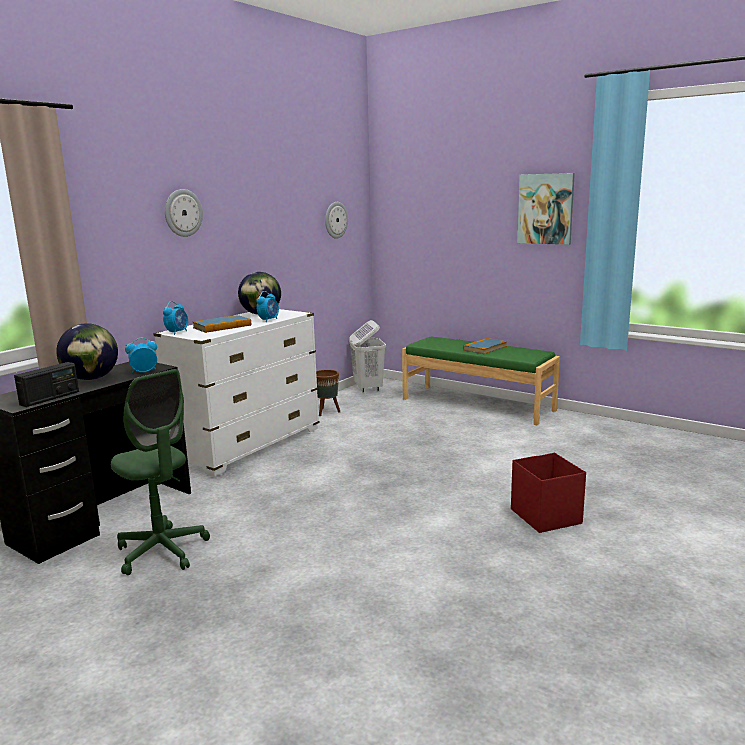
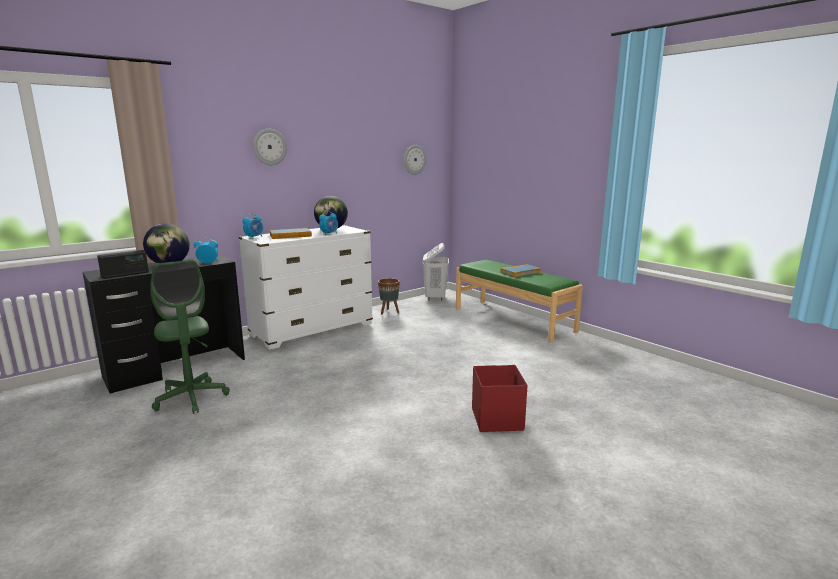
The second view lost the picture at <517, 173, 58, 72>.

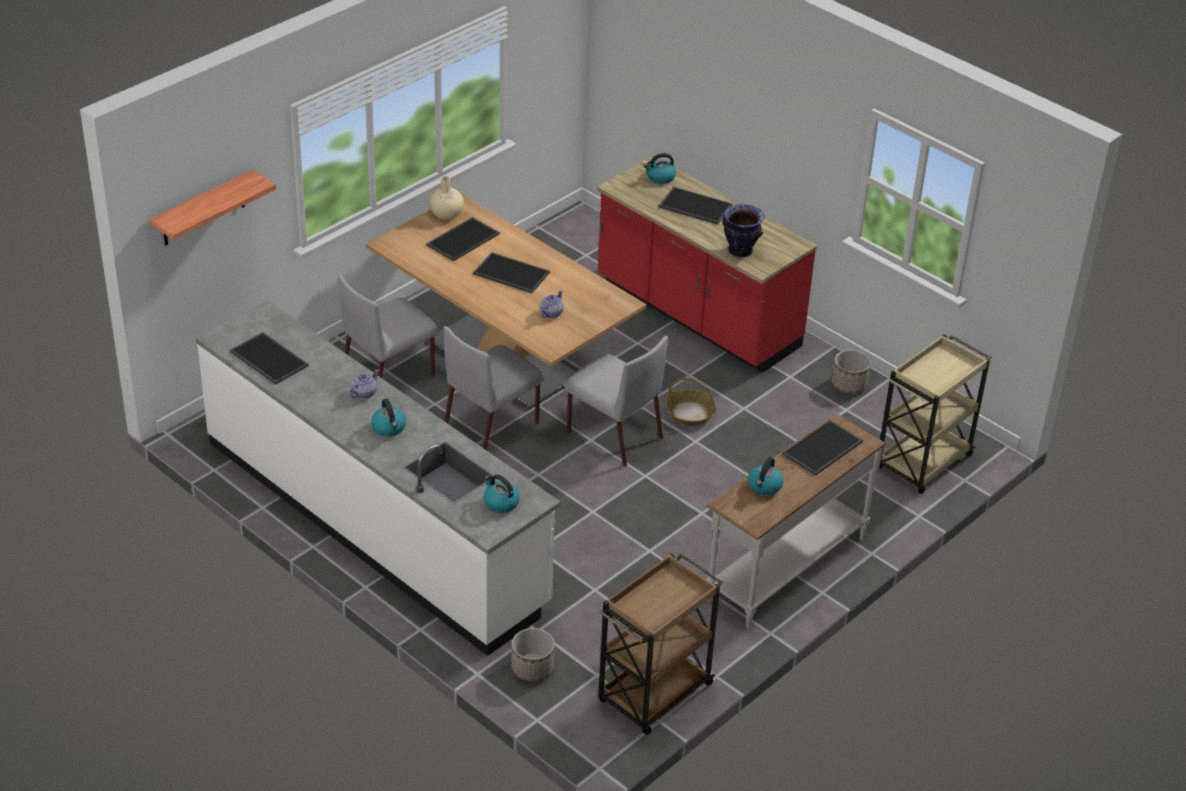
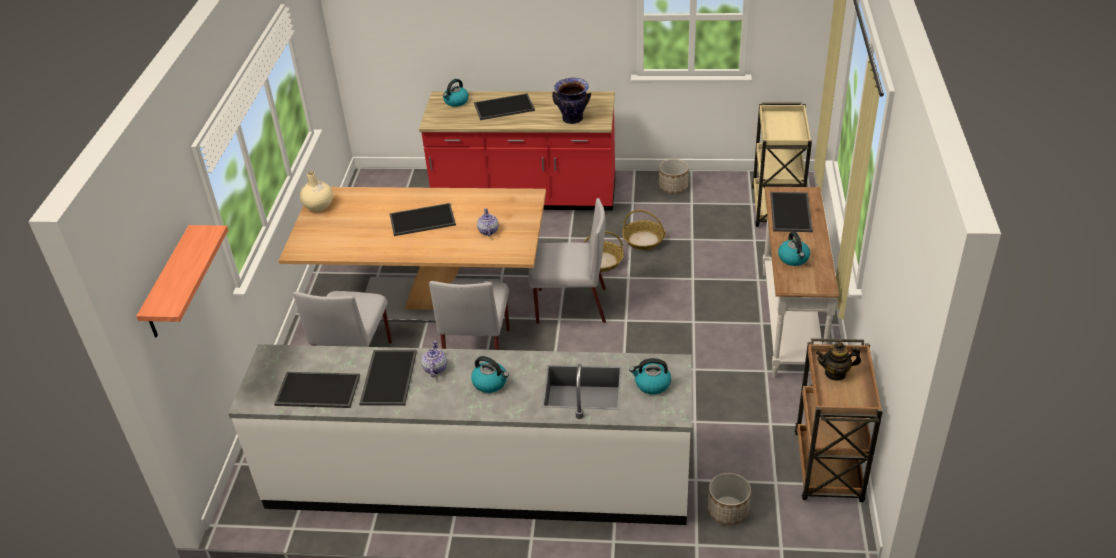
The tray ended up elsewhere, having gone from <426, 217, 74, 44> to <359, 350, 58, 56>. The second view gained the basket at <622, 210, 43, 40>. The second view gained the teapot at <816, 342, 45, 39>.

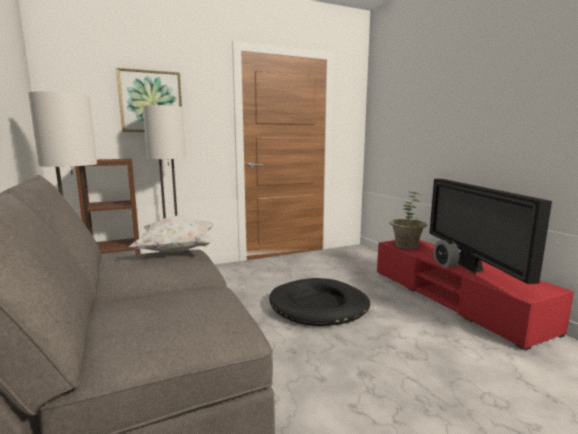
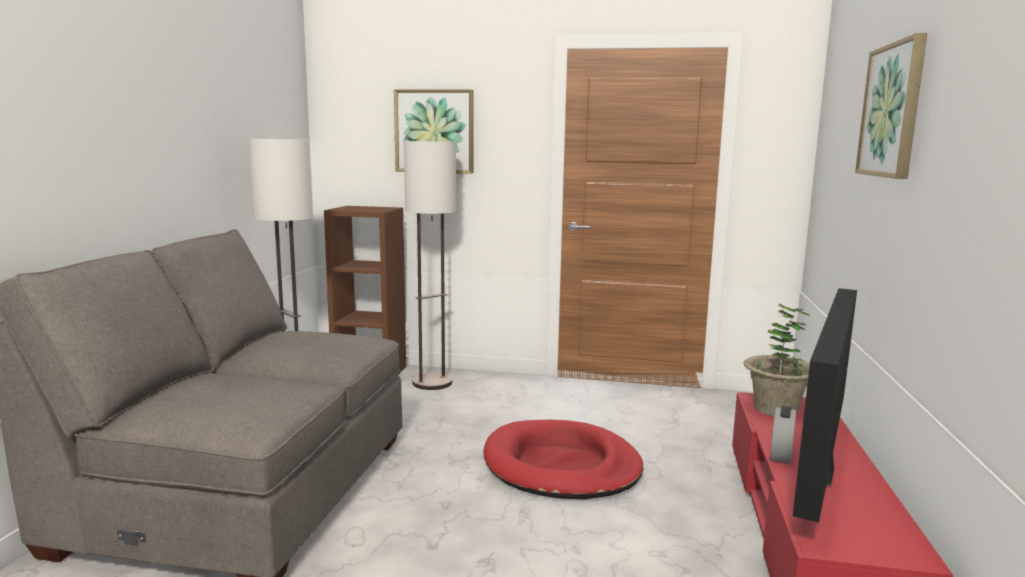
What was the black dog bed at <269, 278, 101, 48> turned into the red dog bed at <483, 419, 160, 80>. The second view gained the picture at <855, 33, 72, 146>. The second view lost the white pillow at <128, 216, 86, 36>.

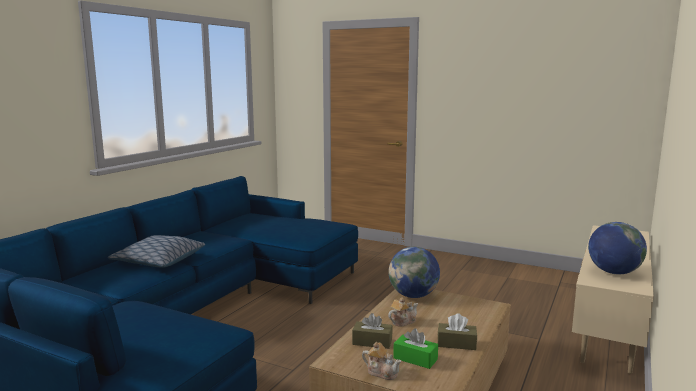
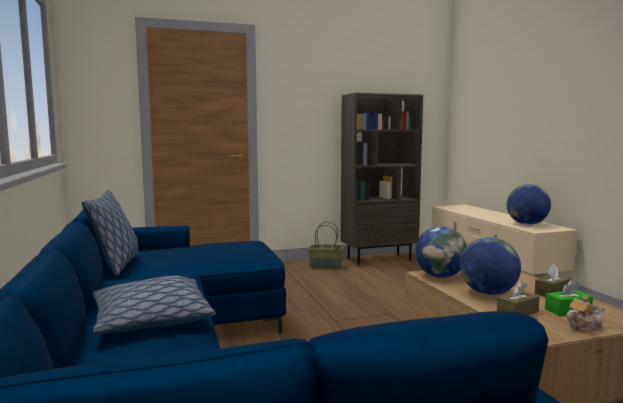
The second view gained the pillow at <82, 190, 57, 86>. The second view gained the basket at <308, 221, 35, 48>. The second view gained the brown bookcase at <341, 93, 82, 172>. Where the teapot stood at <388, 297, 30, 30>, the globe came to stand at <460, 237, 61, 58>.

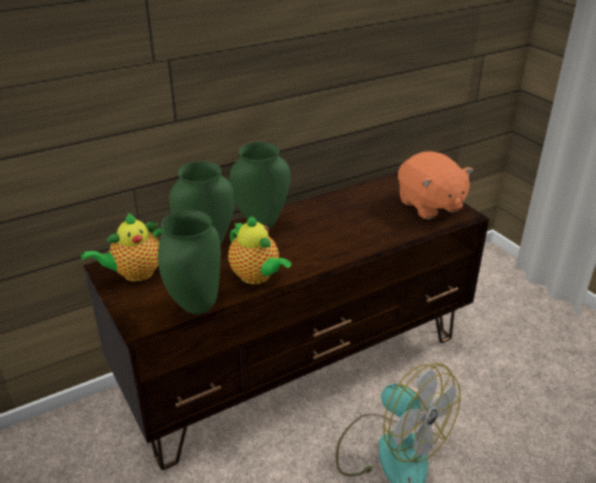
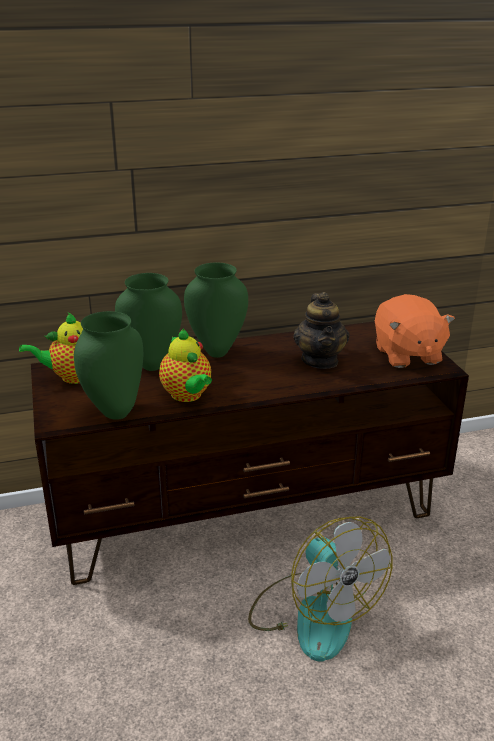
The second view gained the teapot at <293, 292, 56, 77>.

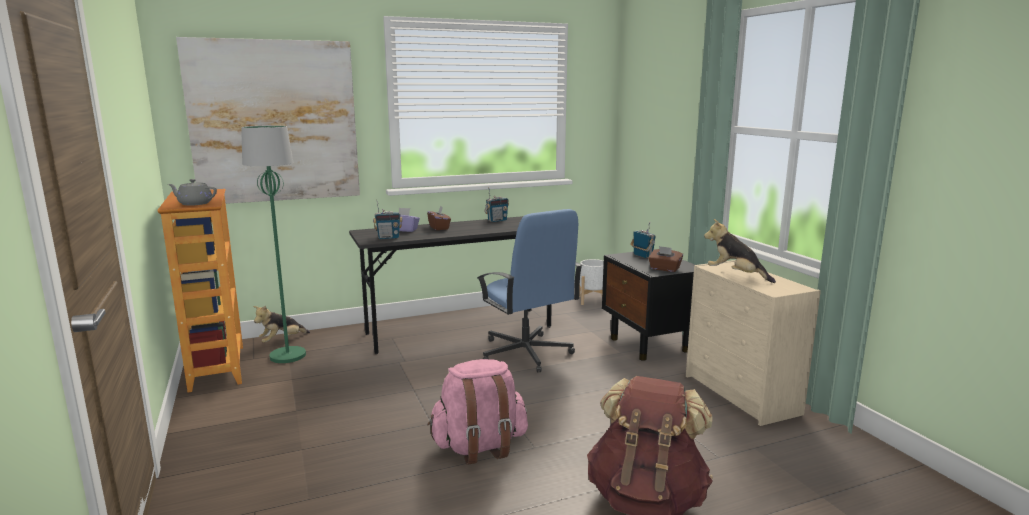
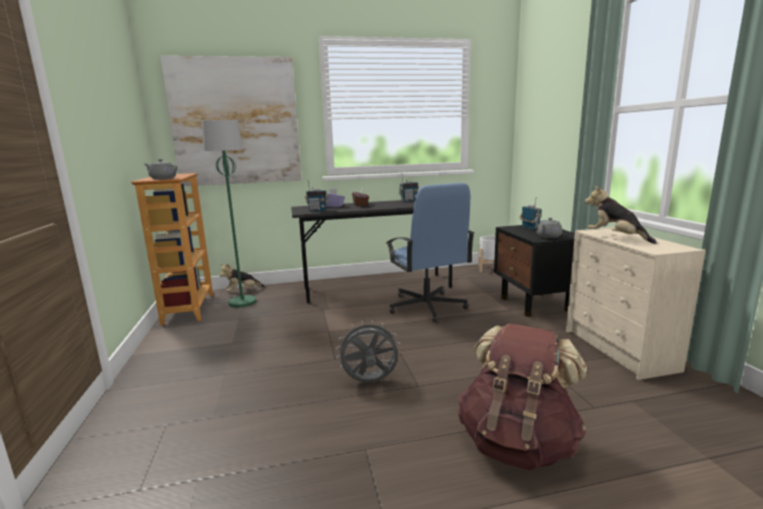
Where the pink backpack stood at <428, 359, 100, 106>, the grey fan came to stand at <336, 320, 64, 62>. Where the brown tissue box stood at <648, 246, 35, 26>, the grey teapot came to stand at <536, 218, 27, 20>.

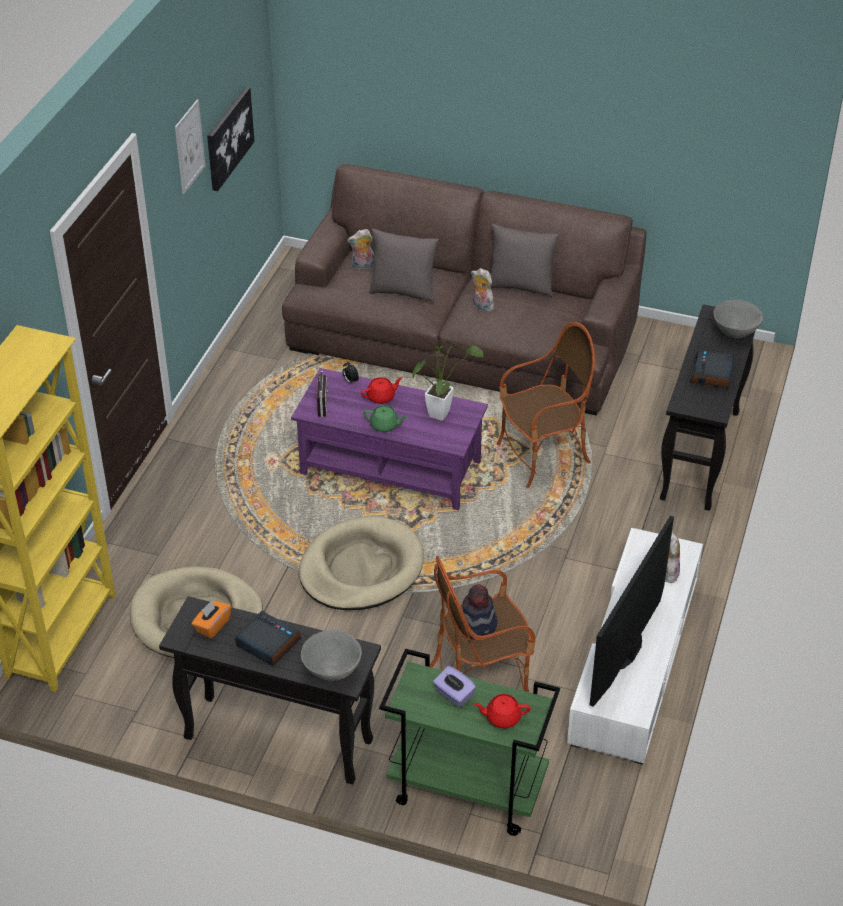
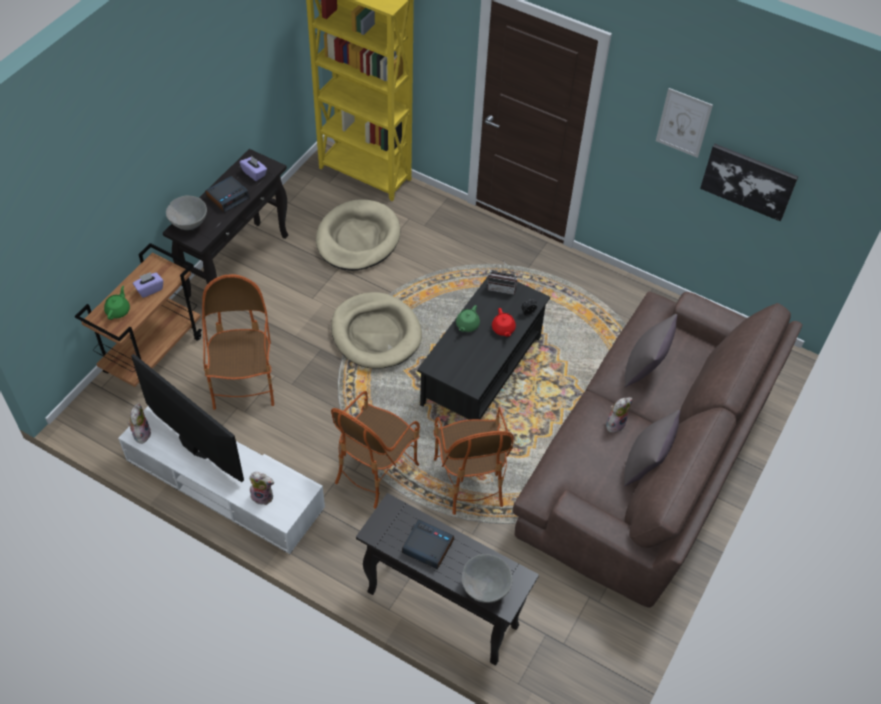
What was the green cart at <379, 649, 181, 187> turned into the brown cart at <75, 243, 127, 144>. What was the red teapot at <474, 694, 57, 34> turned into the green teapot at <104, 286, 26, 34>. The plush toy ended up elsewhere, having gone from <347, 229, 27, 41> to <127, 403, 24, 41>. What was the orange tissue box at <192, 600, 39, 39> turned into the purple tissue box at <240, 155, 27, 26>. The second view gained the armchair at <331, 391, 89, 118>. What was the purple coffee table at <291, 368, 197, 142> turned into the black coffee table at <417, 270, 133, 150>. The second view lost the potted plant at <412, 341, 71, 80>. The second view lost the hat at <458, 584, 40, 56>.

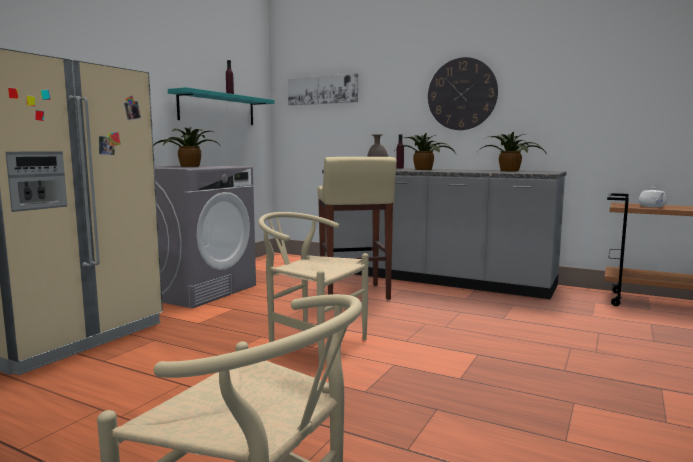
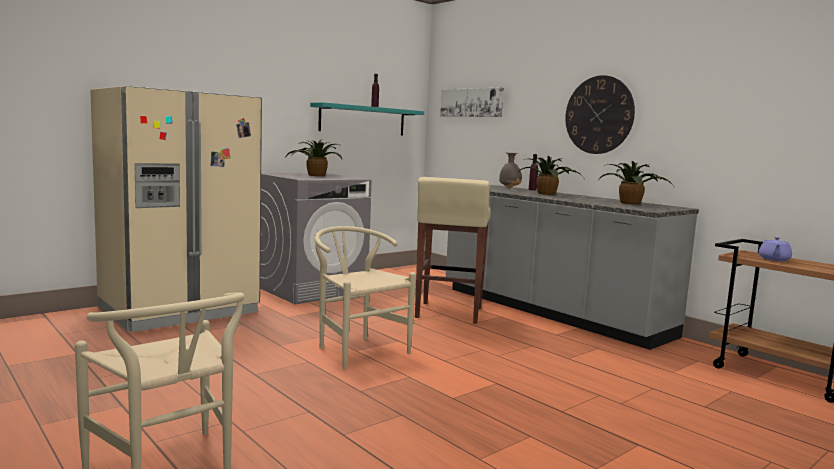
What was the white teapot at <638, 187, 29, 20> turned into the purple teapot at <758, 237, 34, 24>.

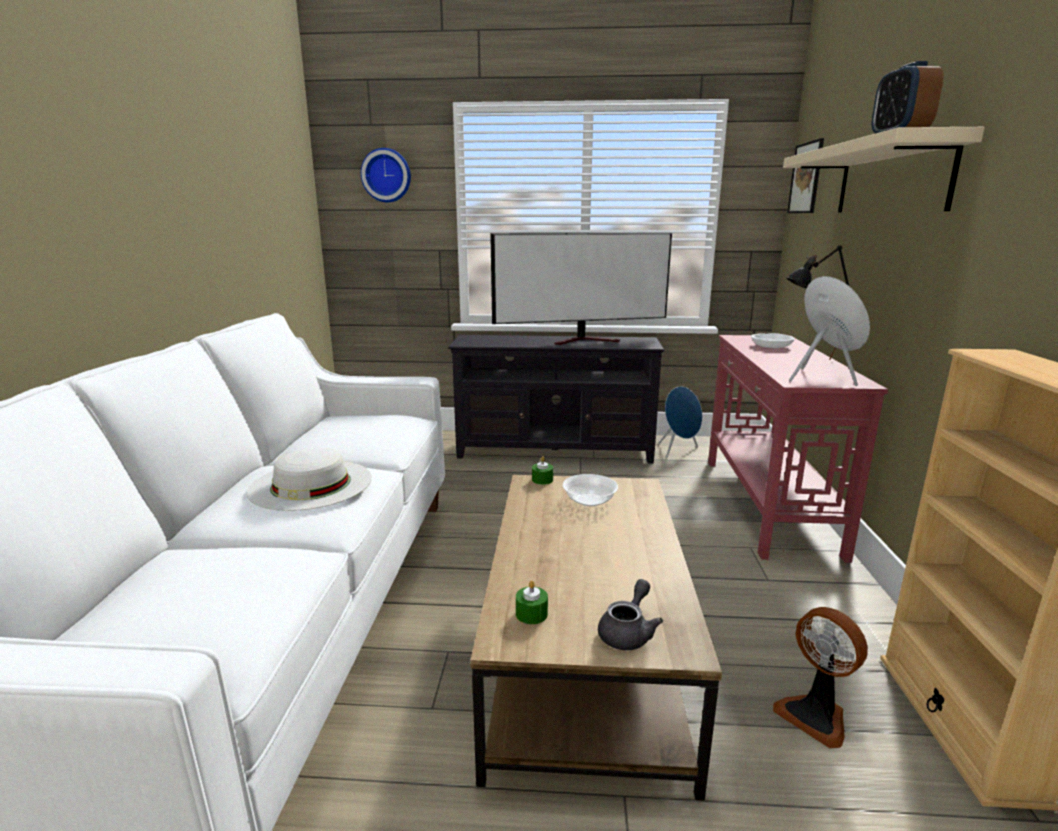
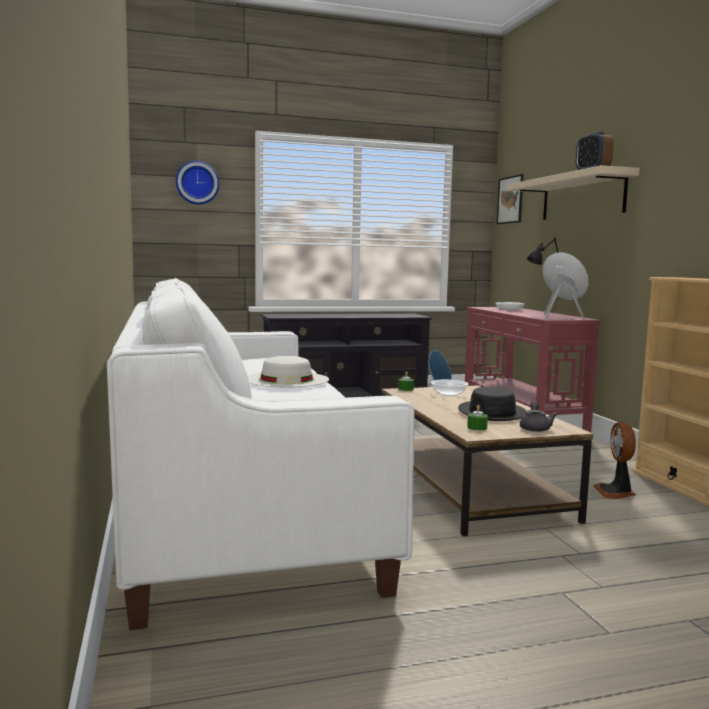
The second view gained the black hat at <458, 387, 68, 34>. The fan at <773, 607, 95, 141> ended up facing another way, 60 degrees clockwise from before. The second view lost the television at <490, 232, 182, 113>.

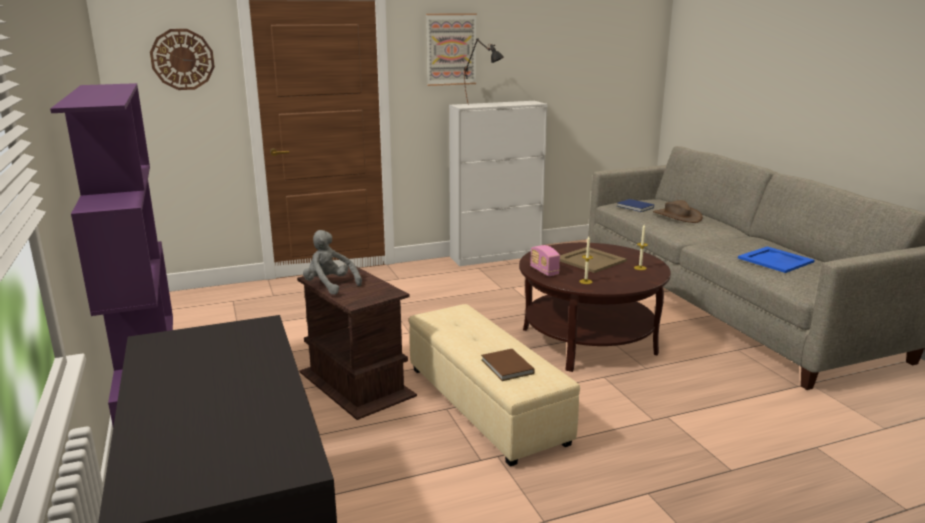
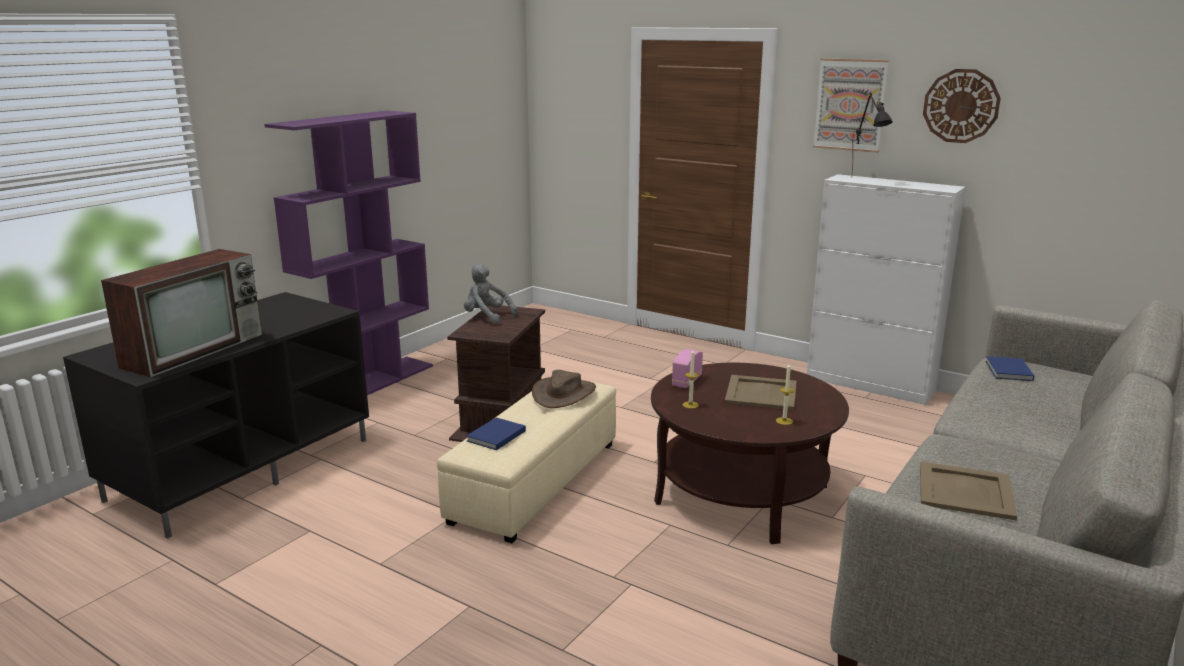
The second view gained the television at <101, 249, 161, 128>. The grey plush toy at <303, 230, 59, 65> ended up facing another way, 60 degrees counterclockwise from before. What was the brown book at <481, 349, 53, 32> turned into the blue book at <466, 417, 60, 33>. The brown hat ended up elsewhere, having gone from <653, 200, 50, 23> to <532, 370, 64, 38>. What was the blue tray at <738, 246, 77, 27> turned into the beige tray at <920, 461, 97, 60>. The wall clock ended up elsewhere, having gone from <150, 29, 65, 61> to <923, 69, 78, 74>.

